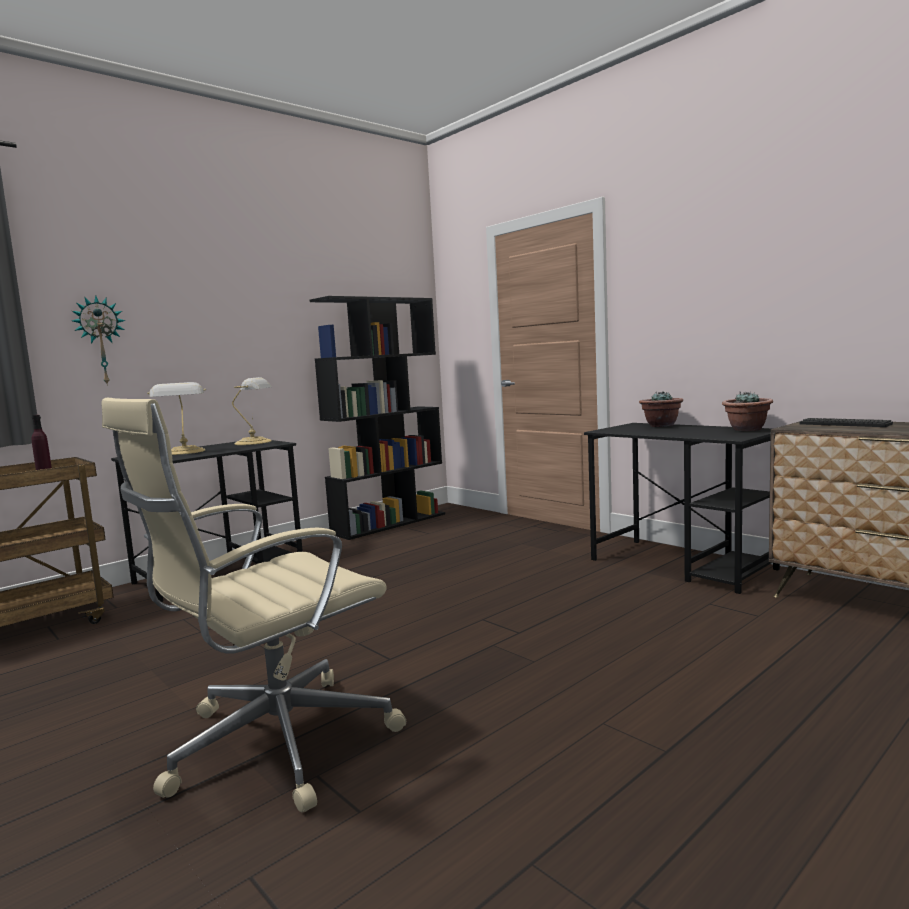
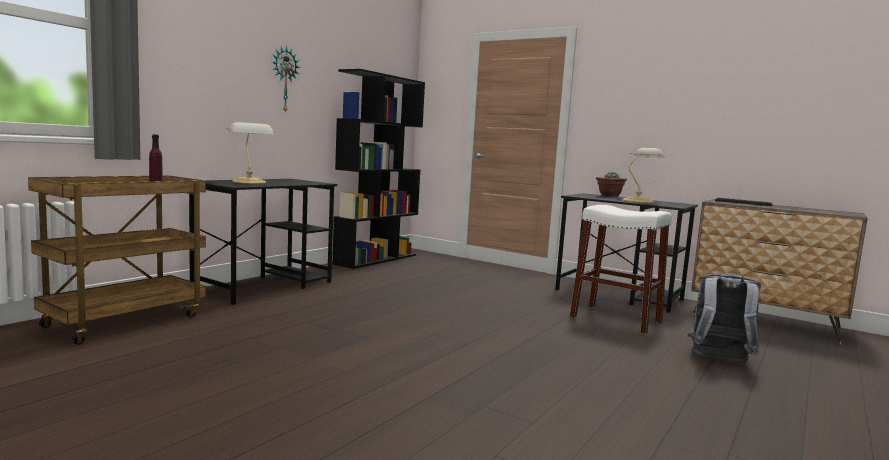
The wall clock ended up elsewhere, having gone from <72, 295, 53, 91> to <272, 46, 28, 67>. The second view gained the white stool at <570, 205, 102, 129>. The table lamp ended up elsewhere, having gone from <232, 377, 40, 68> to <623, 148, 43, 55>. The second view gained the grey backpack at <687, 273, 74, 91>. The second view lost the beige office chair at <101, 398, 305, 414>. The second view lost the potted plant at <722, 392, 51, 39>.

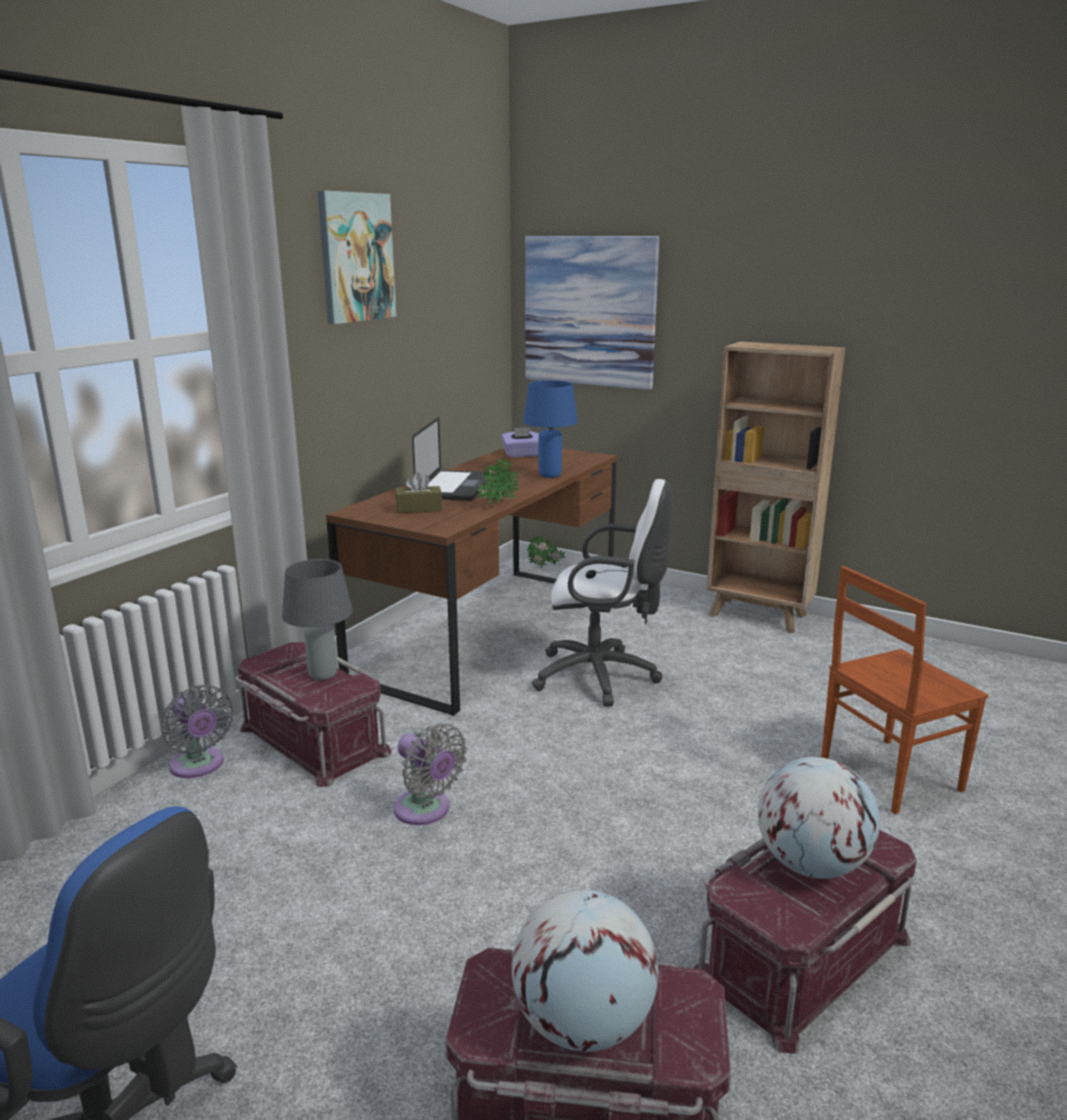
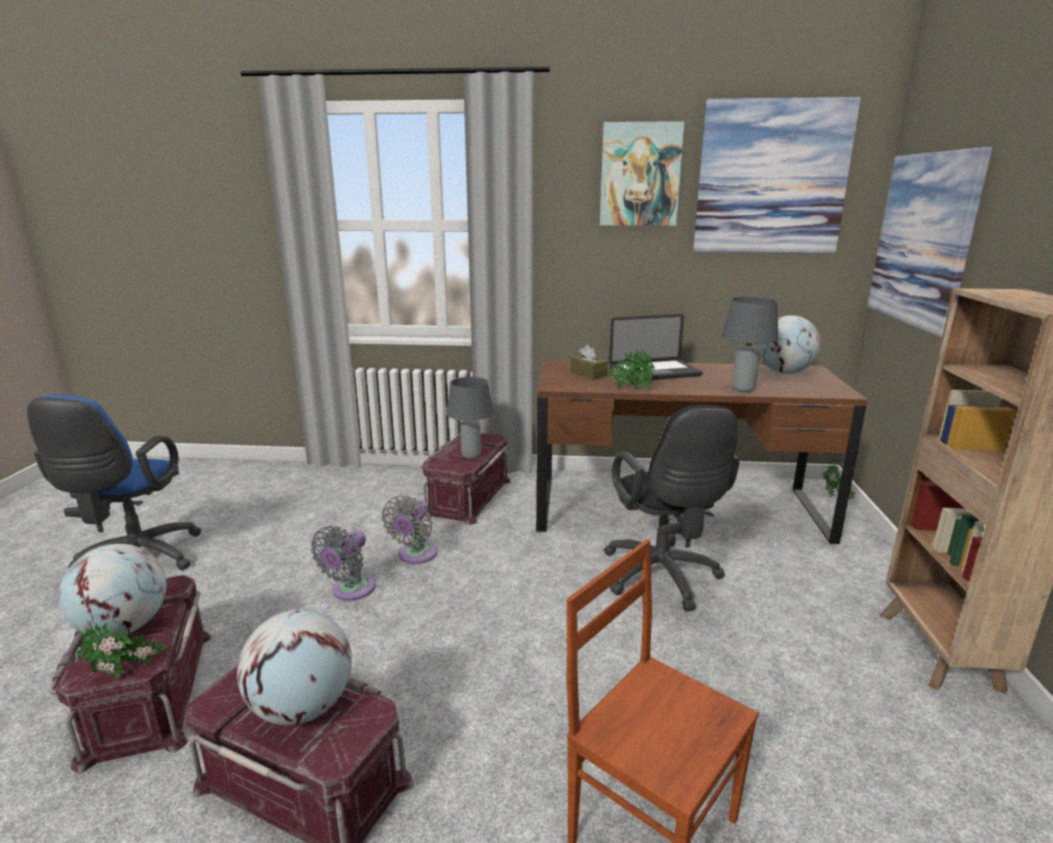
The second view gained the potted plant at <77, 622, 90, 57>. The grey fan ended up elsewhere, having gone from <160, 685, 74, 93> to <311, 526, 65, 75>. What was the white office chair at <532, 479, 141, 228> turned into the black office chair at <604, 405, 136, 207>. The second view gained the picture at <693, 97, 168, 156>. What was the blue table lamp at <523, 380, 55, 98> turned into the grey table lamp at <722, 296, 56, 96>. Where the purple tissue box stood at <501, 427, 38, 31>, the globe came to stand at <758, 315, 63, 59>.

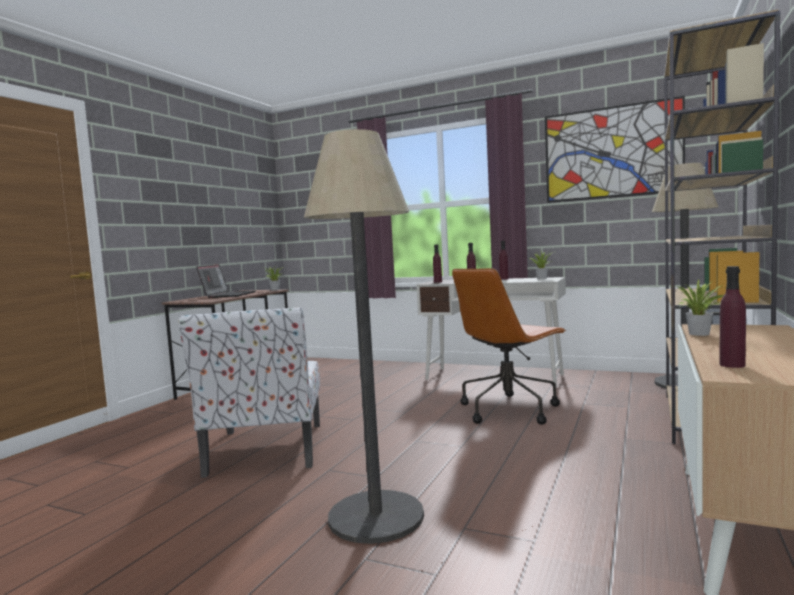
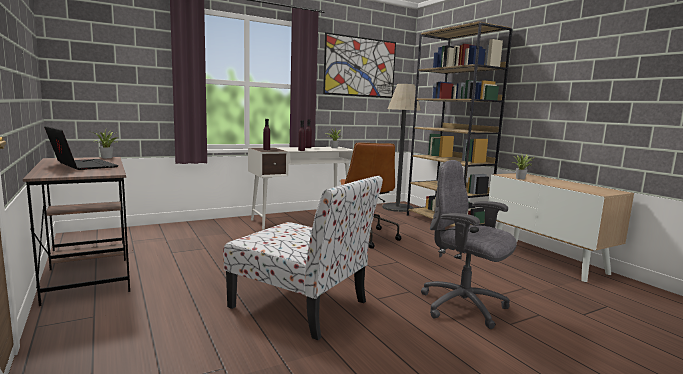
Where the floor lamp stood at <304, 129, 120, 415>, the grey office chair came to stand at <421, 160, 96, 169>. The second view lost the purple bottle at <719, 266, 27, 102>.

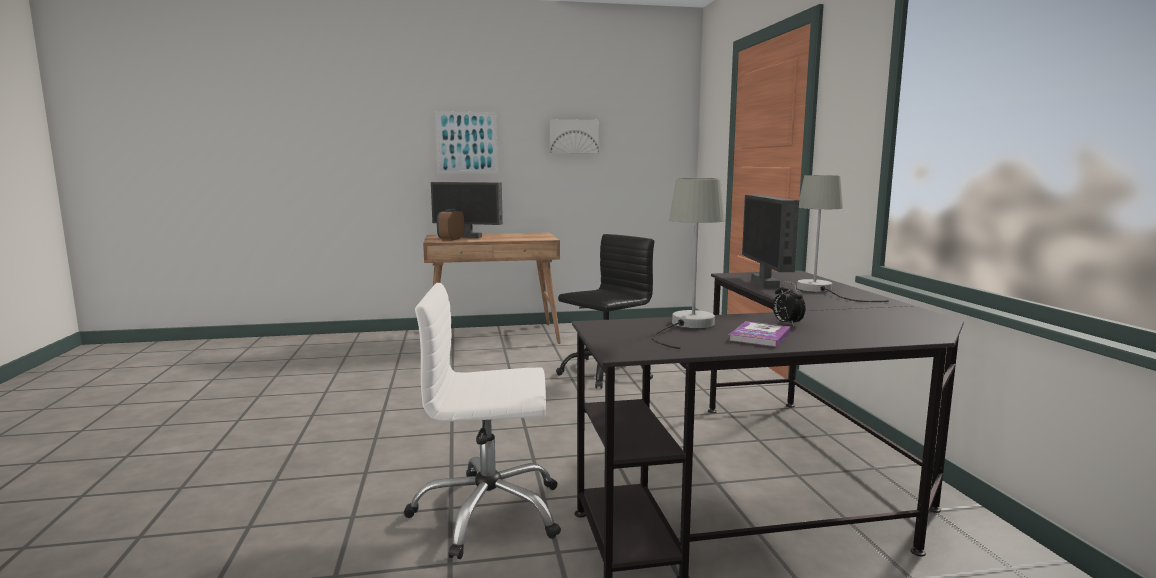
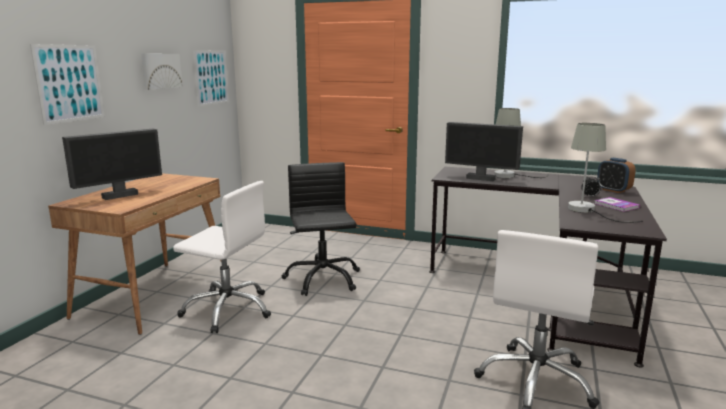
The second view gained the white office chair at <173, 181, 98, 152>. The second view gained the picture at <193, 50, 36, 56>. The alarm clock ended up elsewhere, having gone from <437, 209, 28, 32> to <597, 158, 39, 35>.

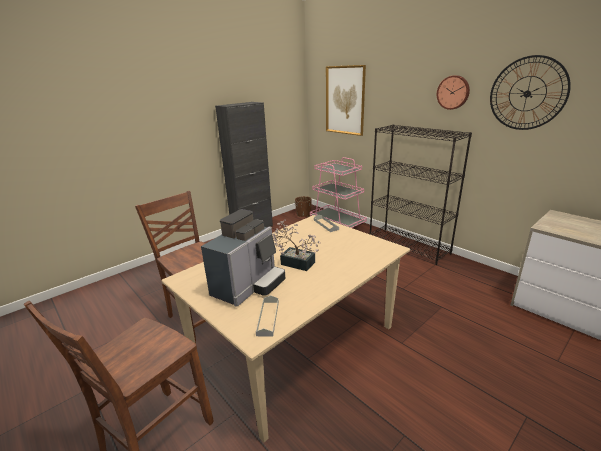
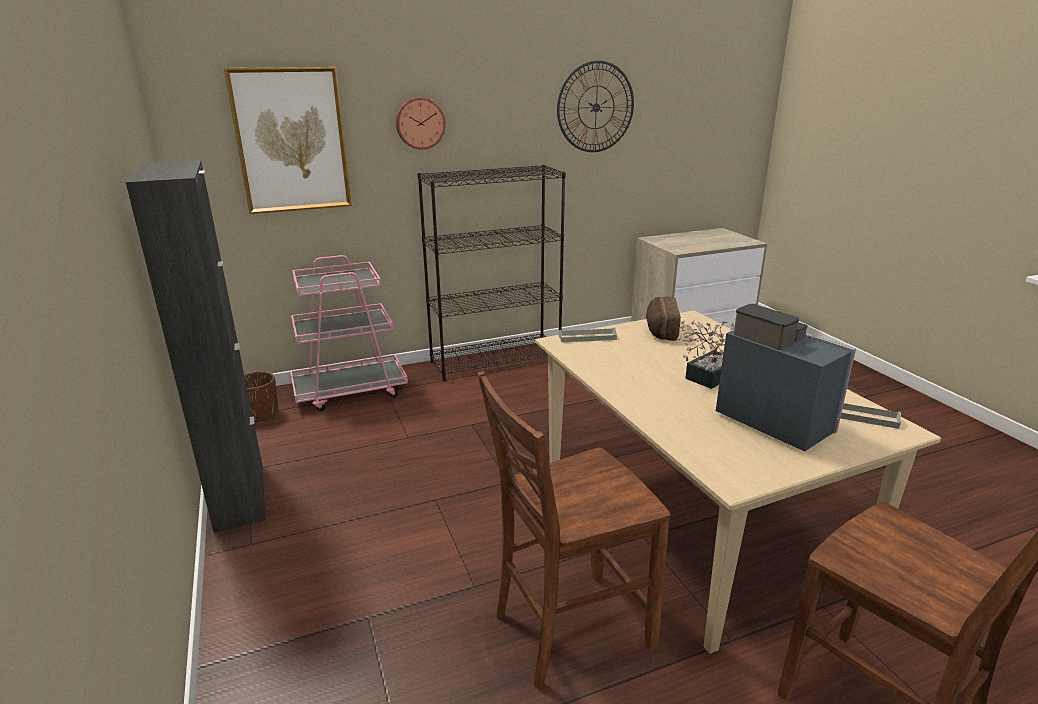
The wall clock ended up elsewhere, having gone from <437, 75, 33, 35> to <396, 97, 50, 53>. The second view gained the bread at <646, 297, 35, 44>.

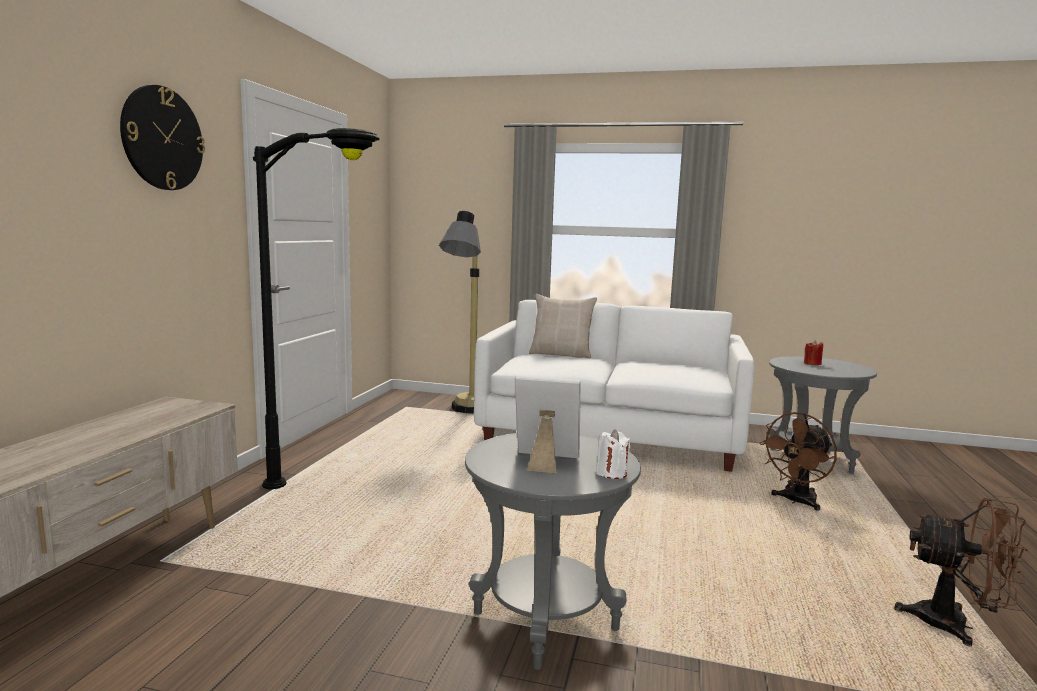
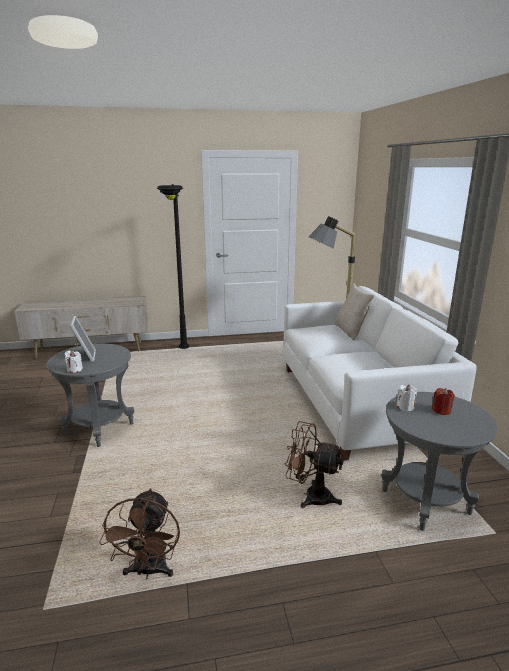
The second view gained the white candle at <396, 385, 21, 26>. The second view lost the wall clock at <120, 85, 85, 105>.

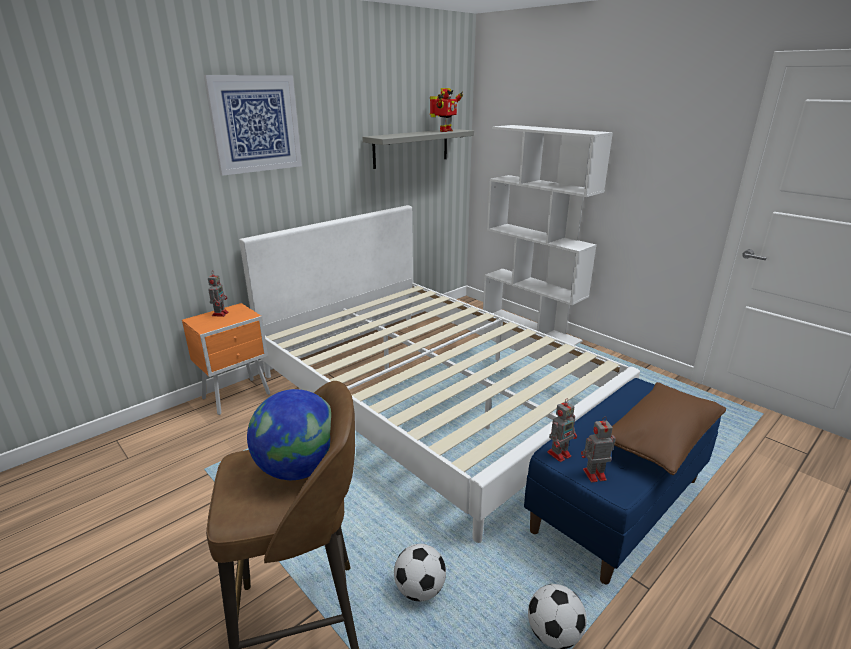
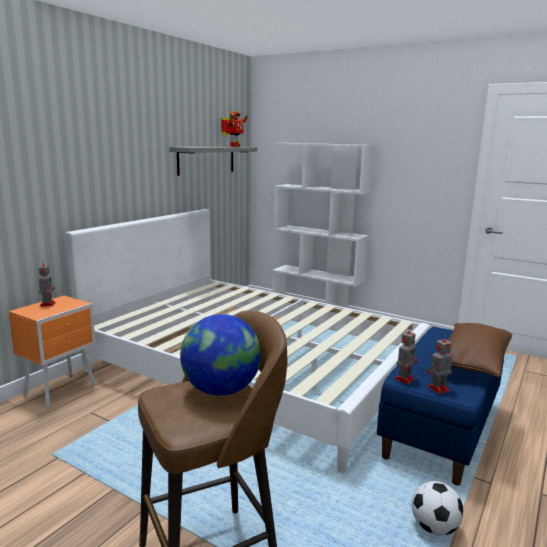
The second view lost the picture at <204, 75, 98, 101>. The second view lost the football at <394, 544, 52, 57>.

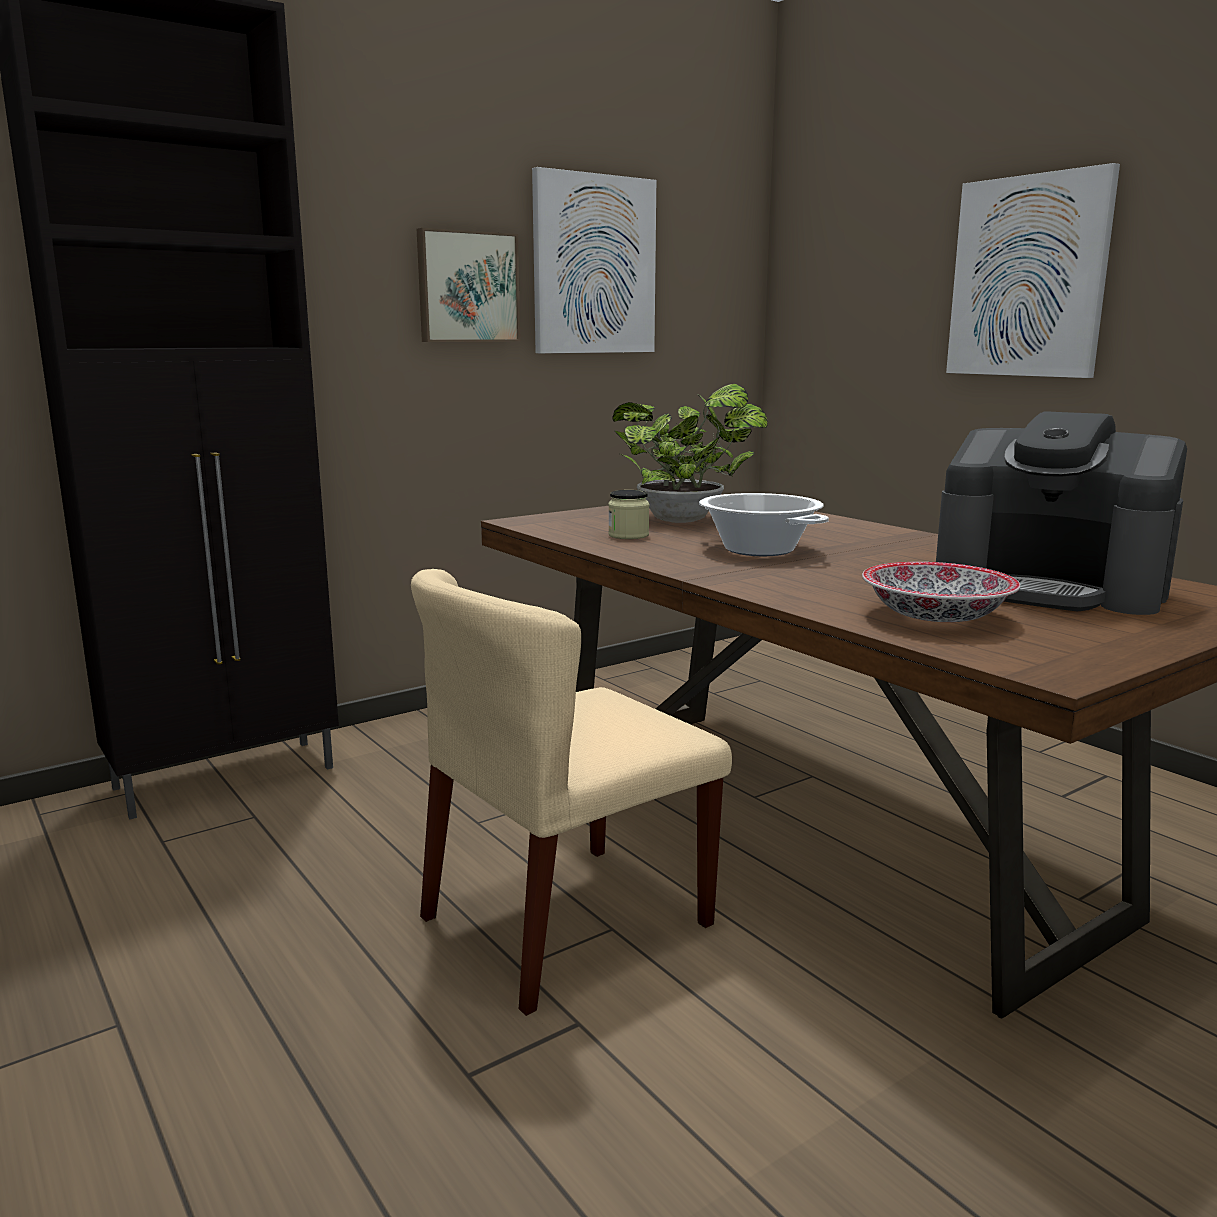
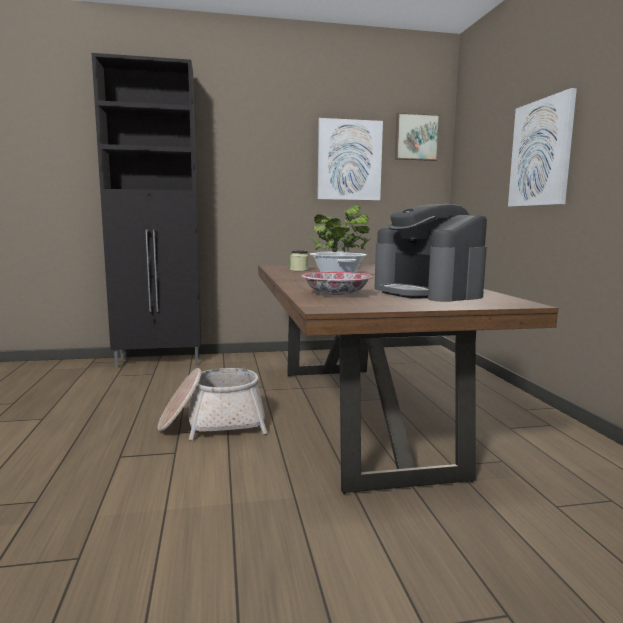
Where the beige chair stood at <411, 569, 321, 447>, the basket came to stand at <158, 368, 109, 72>. The picture ended up elsewhere, having gone from <417, 228, 104, 114> to <395, 112, 45, 49>.

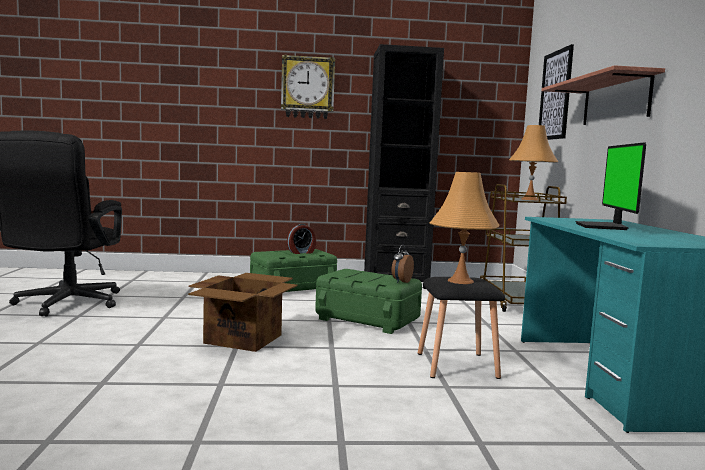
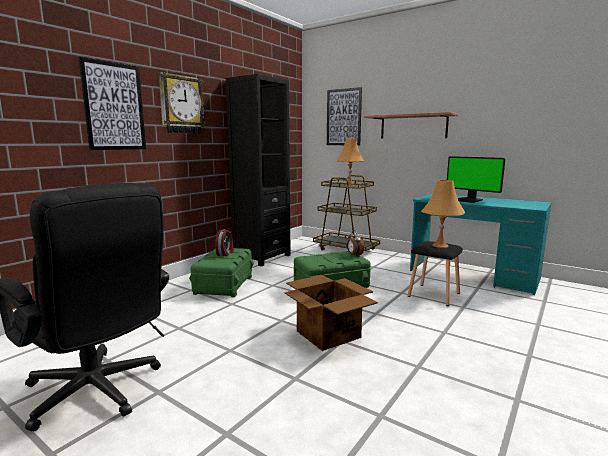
The second view gained the picture at <79, 57, 67, 93>.

